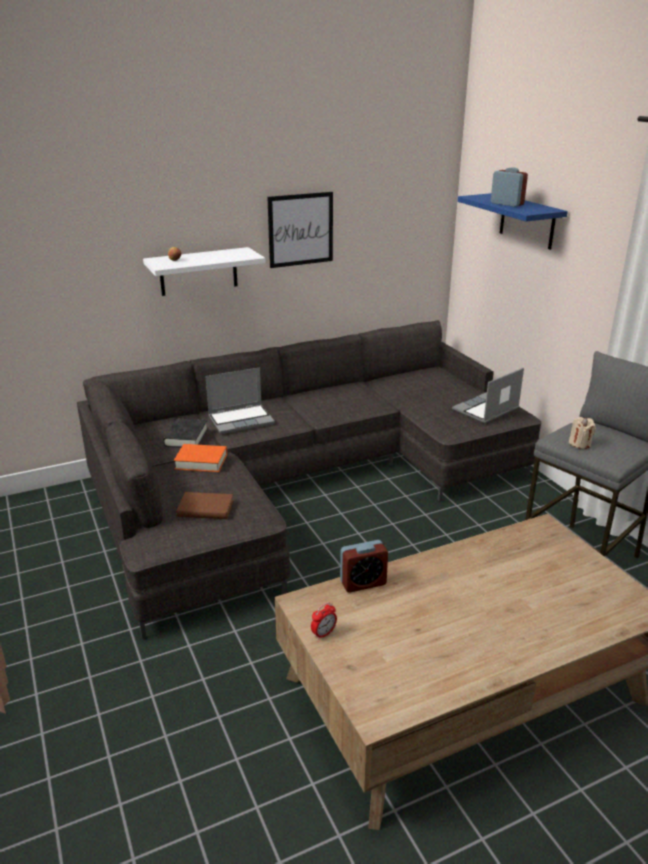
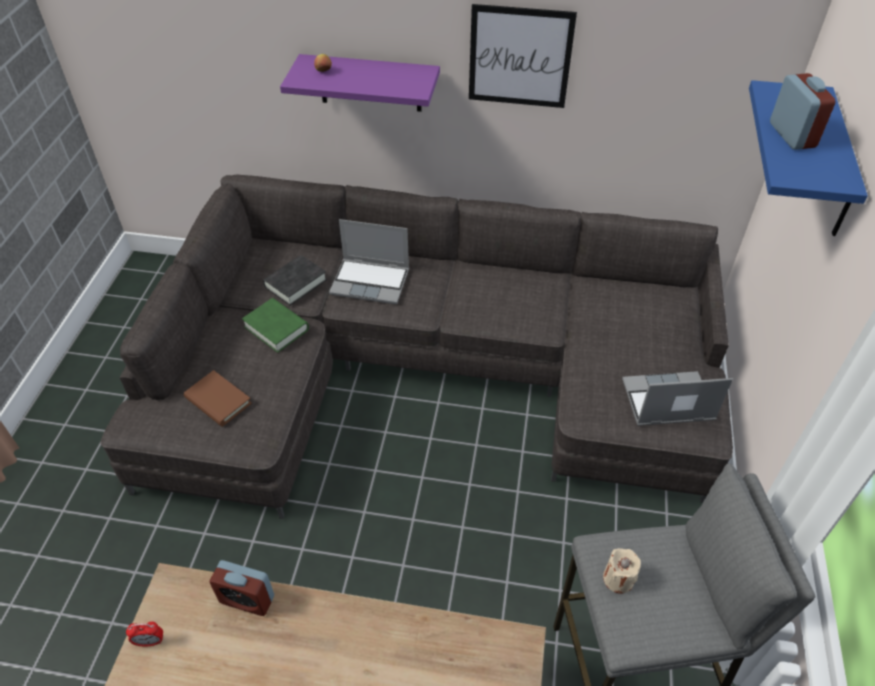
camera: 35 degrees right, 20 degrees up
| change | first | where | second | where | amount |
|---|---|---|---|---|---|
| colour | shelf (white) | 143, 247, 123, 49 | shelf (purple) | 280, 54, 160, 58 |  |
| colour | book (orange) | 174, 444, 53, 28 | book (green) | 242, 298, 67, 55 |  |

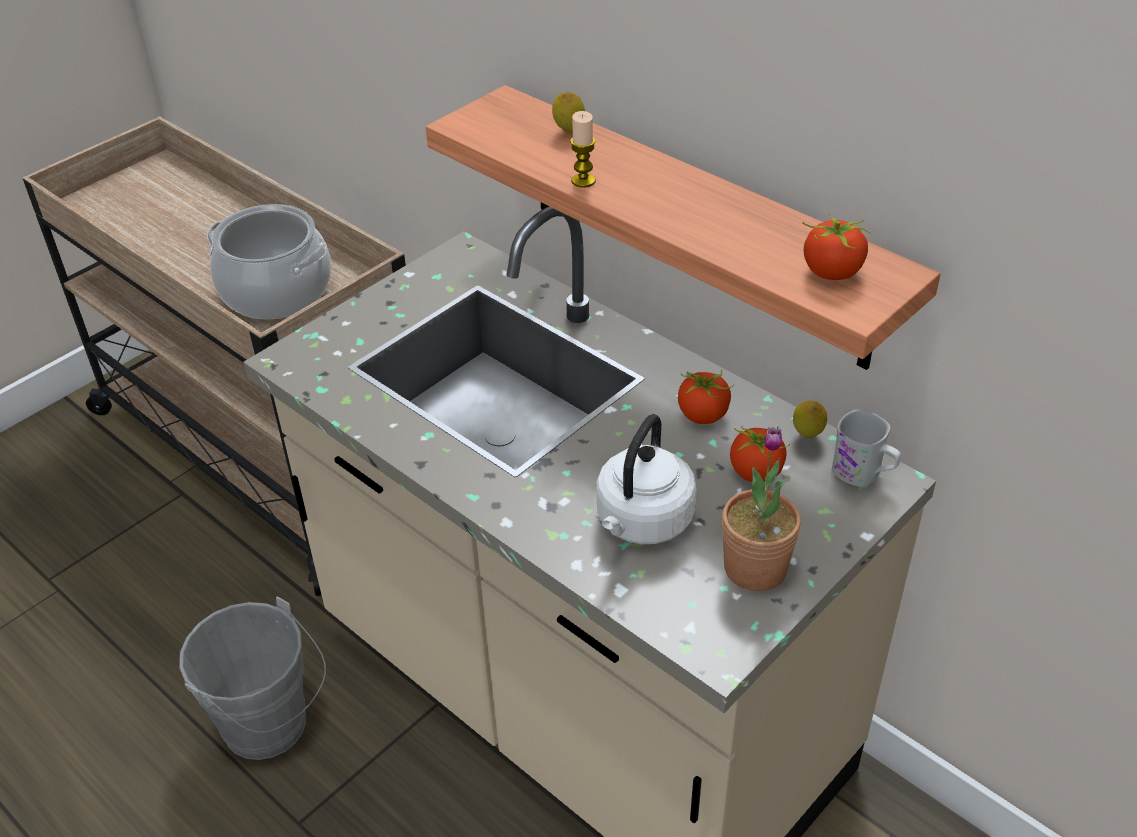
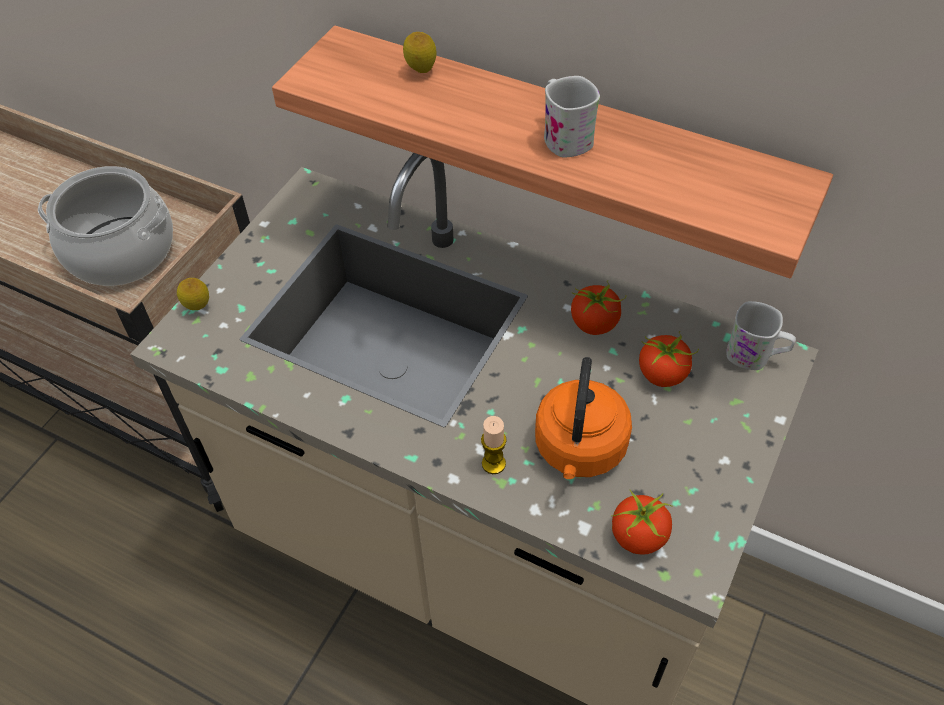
camera: 15 degrees left, 10 degrees up
| change | first | where | second | where | amount |
|---|---|---|---|---|---|
| relocated | candle | 570, 111, 26, 77 |  | 481, 416, 26, 58 |  |
| relocated | tomato | 803, 213, 68, 67 |  | 611, 490, 62, 64 |  |
| relocated | lemon | 793, 400, 34, 38 |  | 177, 278, 32, 32 |  |
| colour | kettle (white) | 597, 414, 100, 130 | kettle (orange) | 535, 357, 97, 122 |  |
| missing | potted plant | 722, 427, 79, 164 |  |  |  |
| missing | bucket (grey) | 179, 596, 147, 164 |  |  |  |
| appeared |  |  | mug (white) | 544, 76, 56, 81 |  |

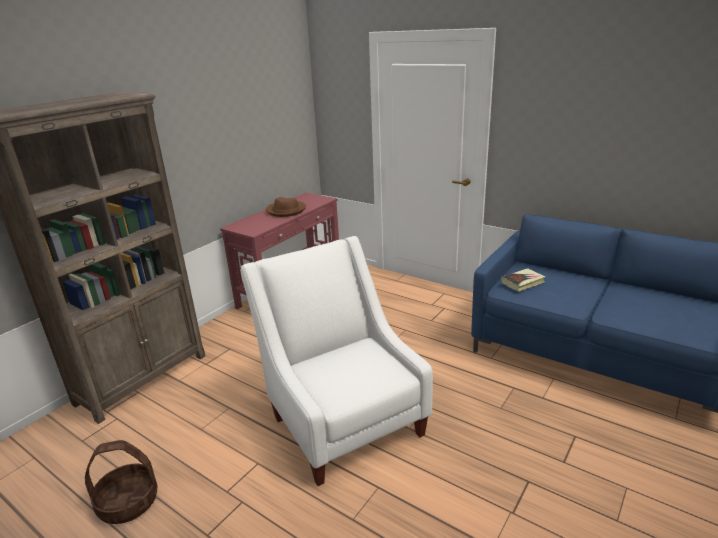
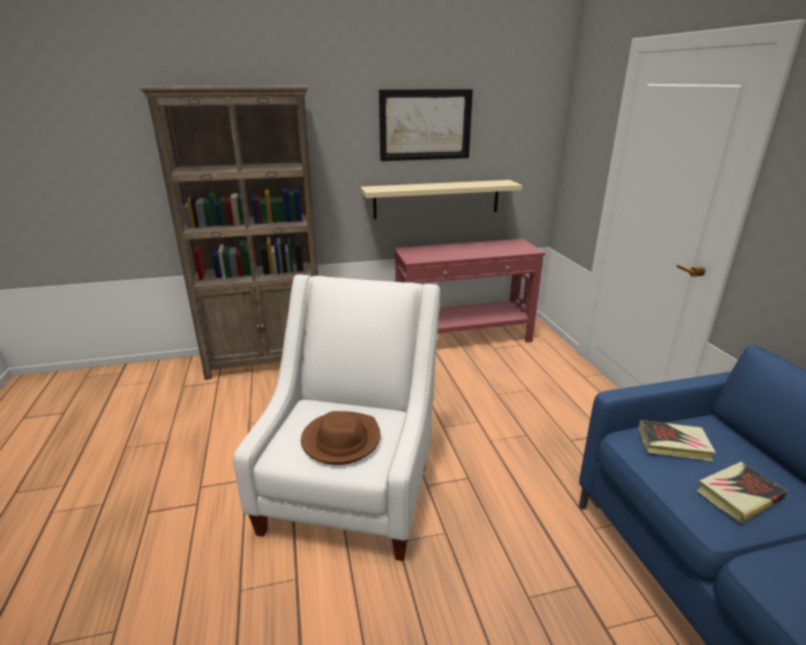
camera: 40 degrees right, 0 degrees up
| change | first | where | second | where | amount |
|---|---|---|---|---|---|
| relocated | hat (brown) | 266, 197, 40, 20 |  | 301, 411, 80, 54 |  |
| missing | basket | 85, 440, 72, 84 |  |  |  |
| appeared |  |  | picture | 379, 89, 94, 72 |  |
| appeared |  |  | shelf (beige) | 361, 180, 161, 39 |  |
| appeared |  |  | book | 696, 462, 92, 62 |  |

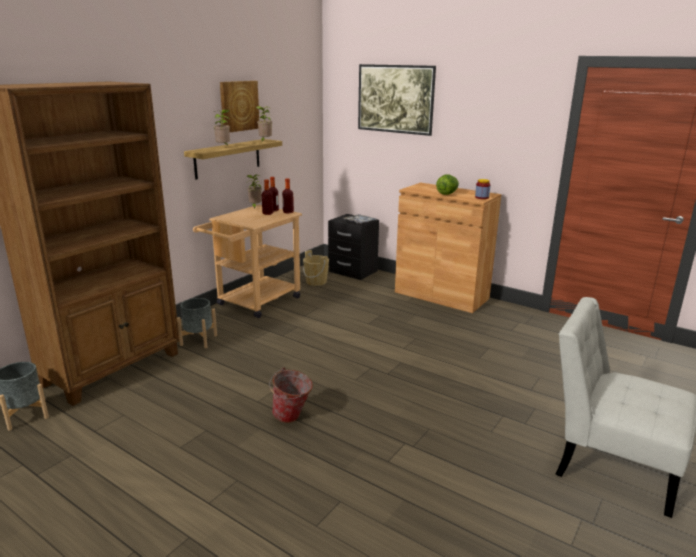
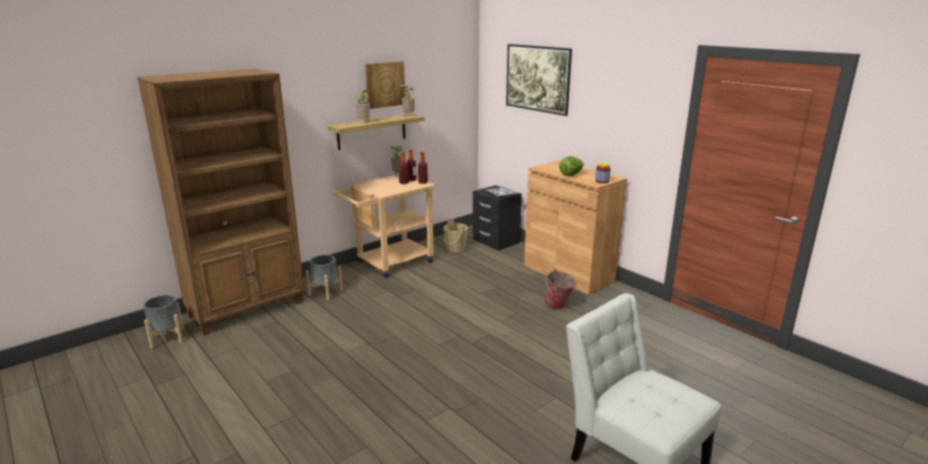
camera: 15 degrees right, 0 degrees up
| change | first | where | second | where | amount |
|---|---|---|---|---|---|
| relocated | bucket | 269, 367, 44, 56 |  | 544, 269, 32, 40 |  |

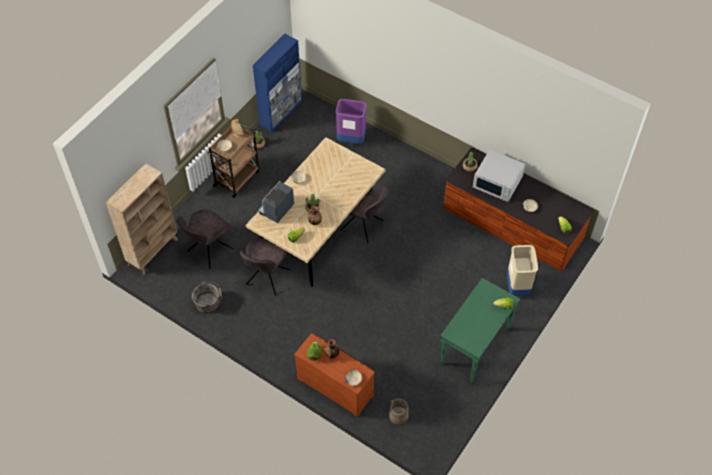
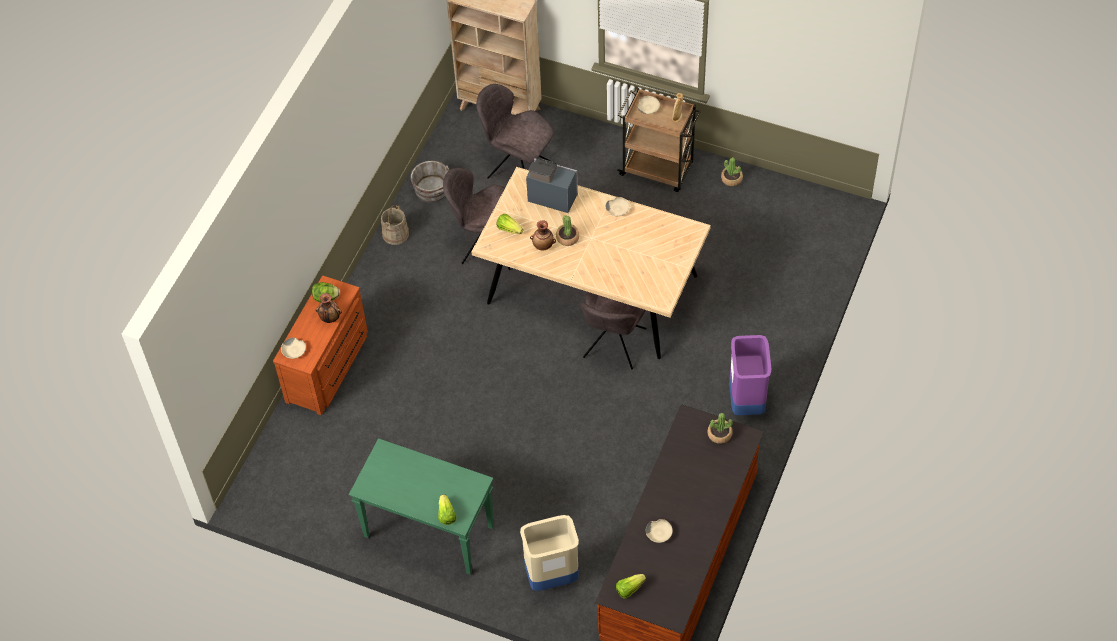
camera: 80 degrees right, 0 degrees up
| change | first | where | second | where | amount |
|---|---|---|---|---|---|
| missing | cabinet (blue) | 253, 34, 49, 98 |  |  |  |
| relocated | trash can (purple) | 336, 99, 31, 45 |  | 729, 335, 42, 80 |  |
| missing | microwave (white) | 473, 150, 52, 52 |  |  |  |
| relocated | bucket (beige) | 389, 399, 20, 26 |  | 381, 205, 28, 40 |  |

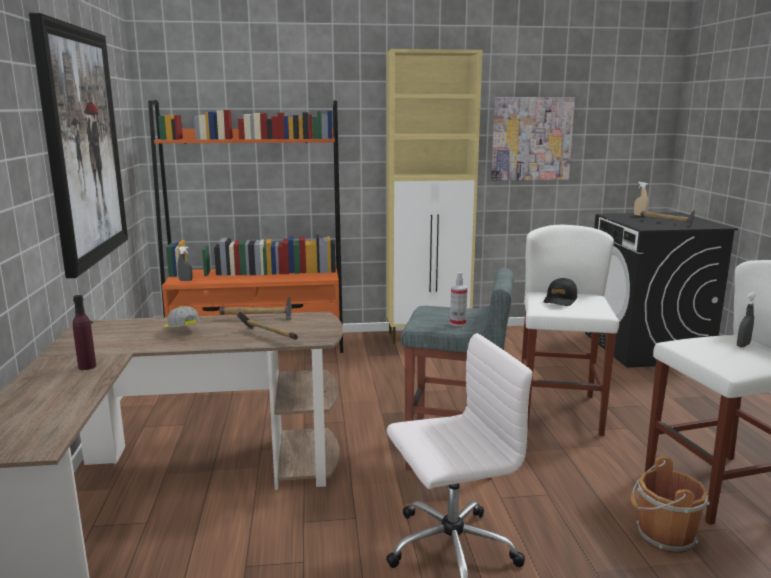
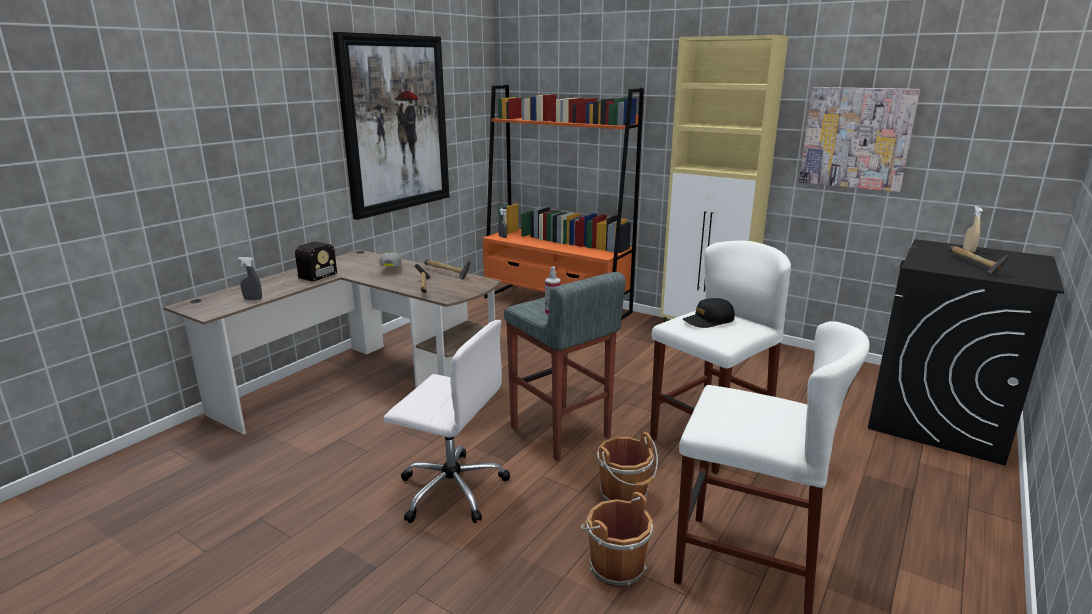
camera: 40 degrees right, 5 degrees up
| change | first | where | second | where | amount |
|---|---|---|---|---|---|
| relocated | spray bottle (grey) | 737, 292, 19, 56 |  | 238, 257, 24, 43 |  |
| exchanged | bottle (purple) | 73, 295, 23, 75 | radio | 280, 241, 57, 46 |  |
| appeared |  |  | bucket (brown) | 597, 432, 61, 69 |  |

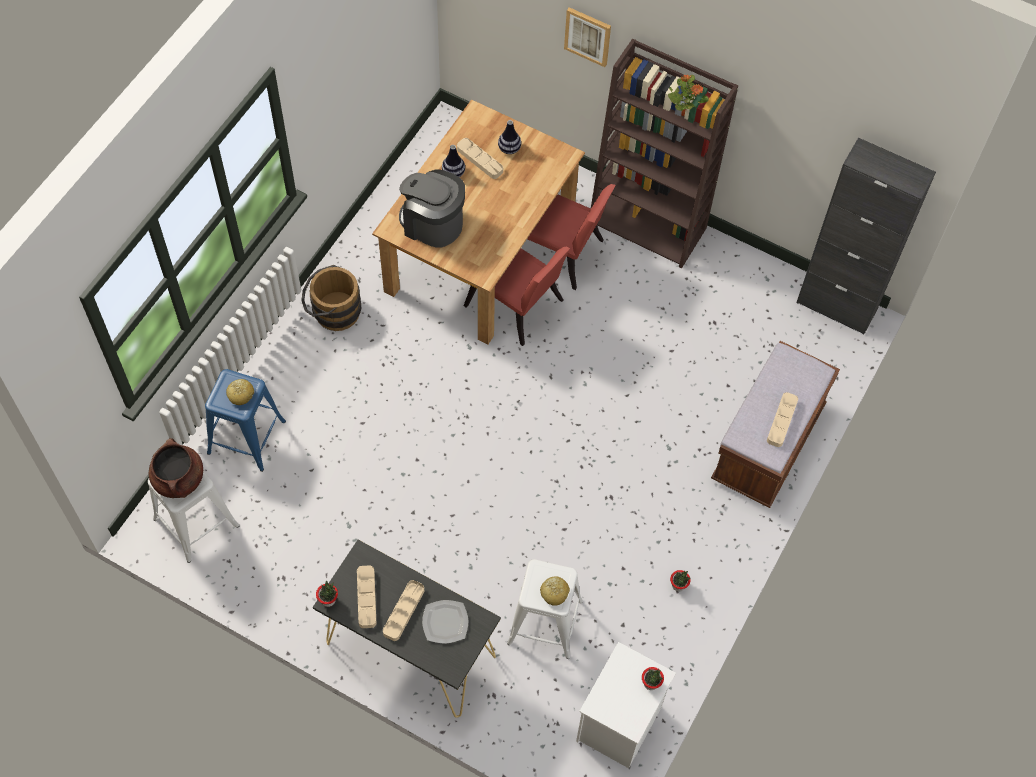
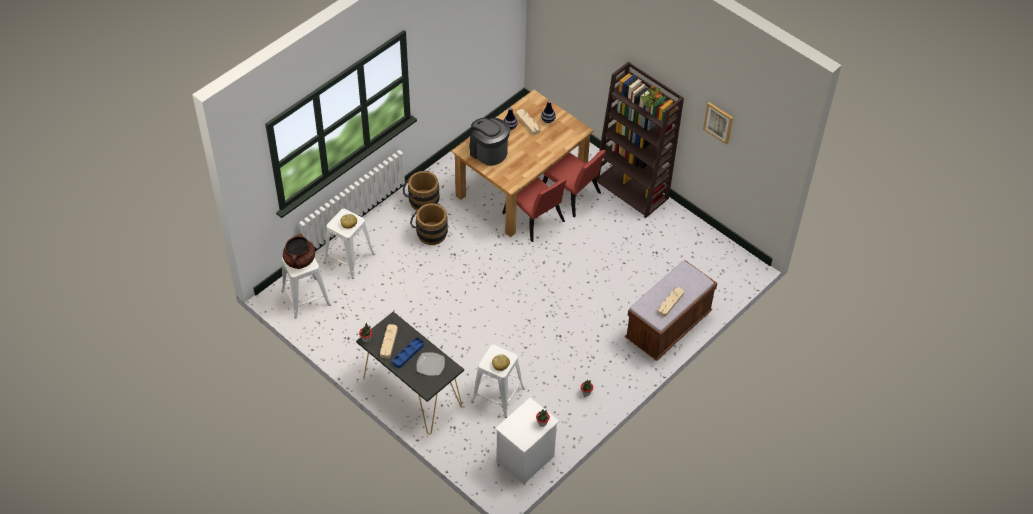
camera: 15 degrees right, 10 degrees down
| change | first | where | second | where | amount |
|---|---|---|---|---|---|
| relocated | picture | 564, 7, 47, 60 |  | 703, 102, 30, 43 |  |
| missing | cabinet (black) | 796, 138, 140, 197 |  |  |  |
| colour | stool (blue) | 205, 369, 81, 103 | stool (white) | 323, 209, 52, 70 |  |
| colour | tray (beige) | 383, 580, 41, 61 | tray (blue) | 392, 338, 32, 30 |  |
| appeared |  |  | bucket (brown) | 410, 203, 38, 42 |  |

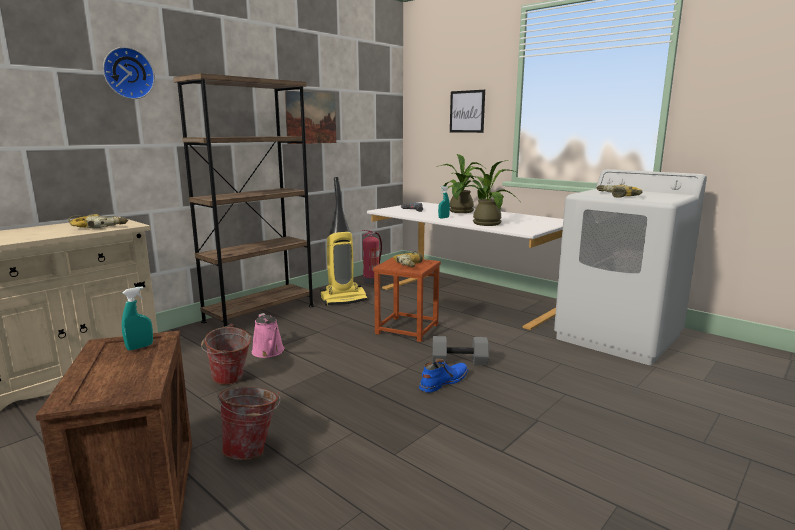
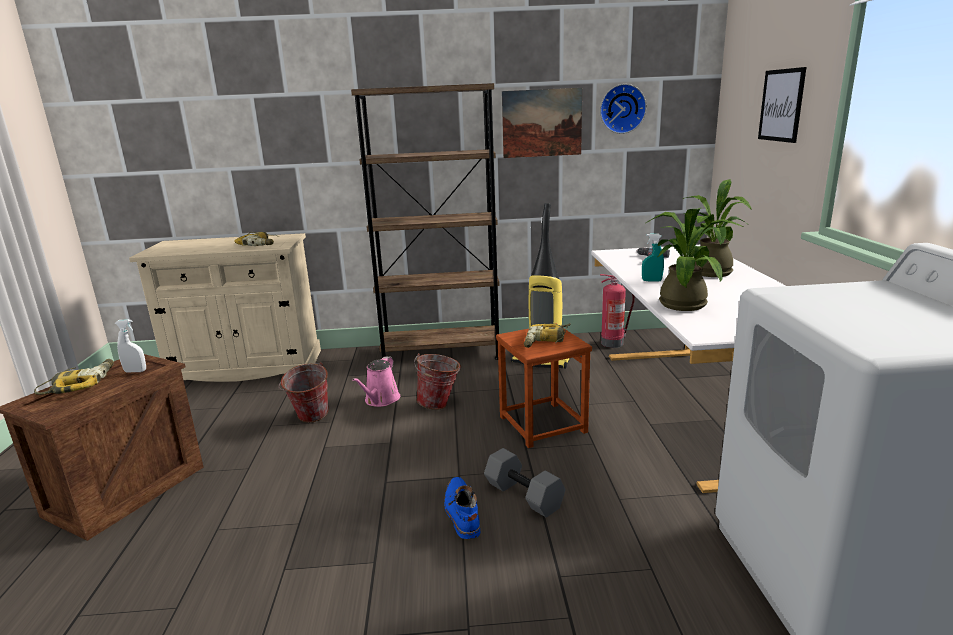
camera: 45 degrees right, 5 degrees up
| change | first | where | second | where | amount |
|---|---|---|---|---|---|
| relocated | wall clock | 103, 47, 52, 52 |  | 600, 84, 47, 50 |  |
| relocated | power drill | 596, 185, 47, 13 |  | 34, 359, 80, 36 |  |
| colour | spray bottle (turquoise) | 122, 286, 31, 65 | spray bottle (white) | 115, 319, 31, 53 |  |
| spun | boot (blue) | 419, 359, 49, 34 |  | 444, 477, 36, 62 | 105 degrees counterclockwise |
| relocated | bucket | 217, 387, 64, 73 |  | 414, 353, 47, 57 |  |

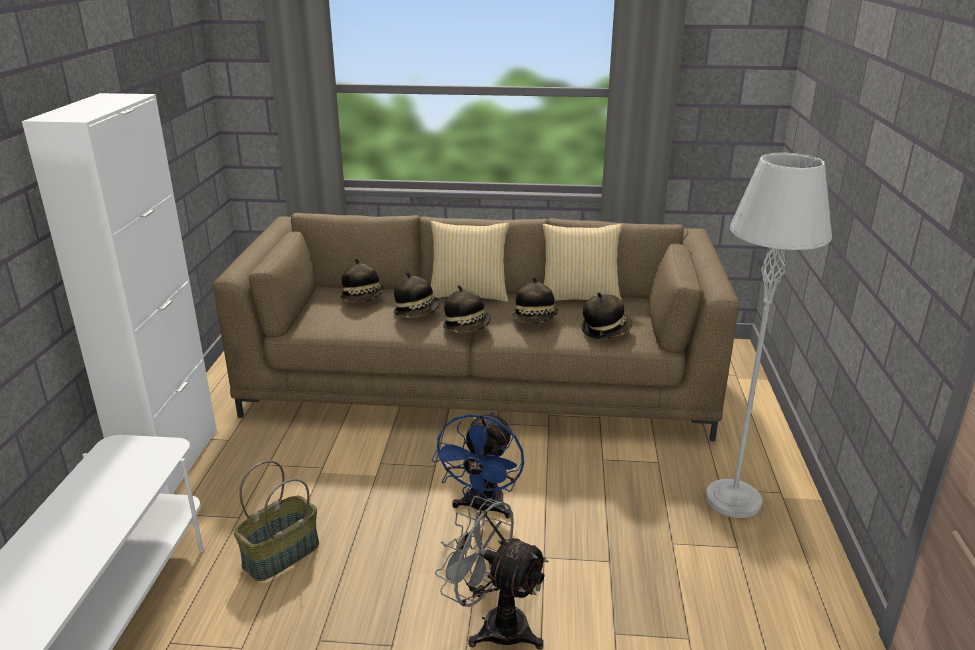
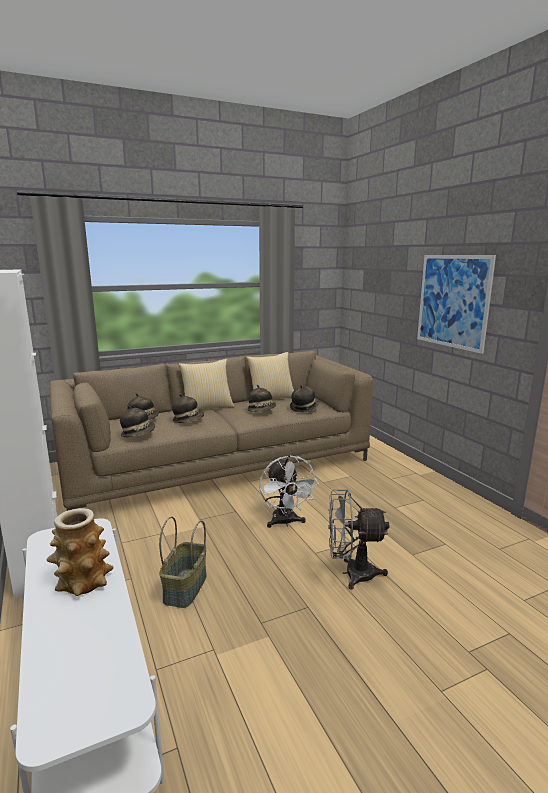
camera: 30 degrees left, 10 degrees down
| change | first | where | second | where | amount |
|---|---|---|---|---|---|
| missing | floor lamp (grey) | 706, 153, 126, 365 |  |  |  |
| relocated | hat | 443, 285, 48, 48 |  | 120, 405, 35, 32 |  |
| colour | fan (blue) | 431, 411, 93, 107 | fan (white) | 259, 455, 60, 73 |  |
| appeared |  |  | picture | 417, 255, 79, 99 |  |
| appeared |  |  | vase | 47, 508, 67, 88 |  |

